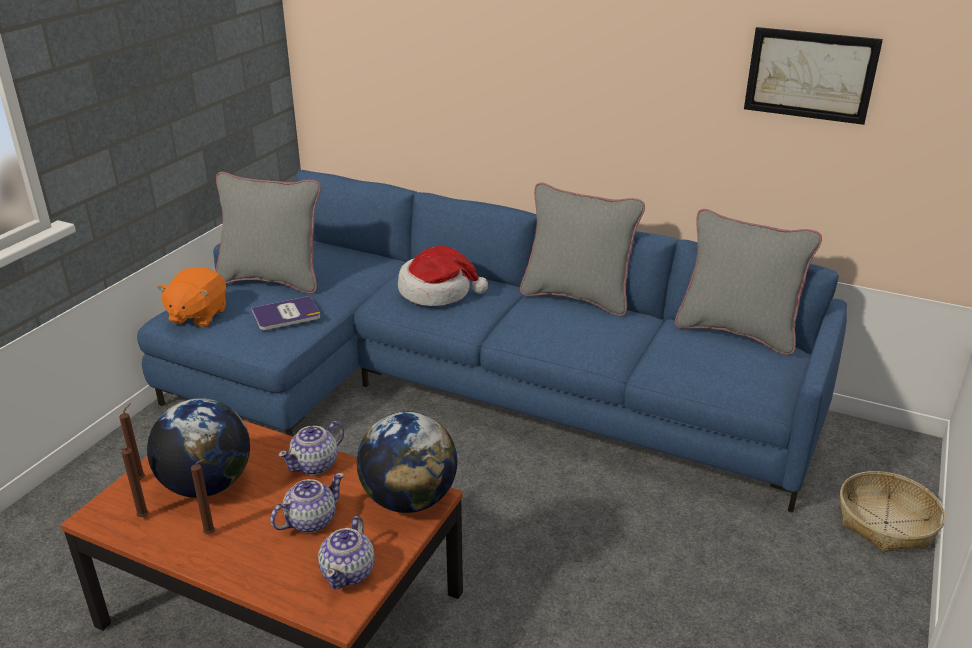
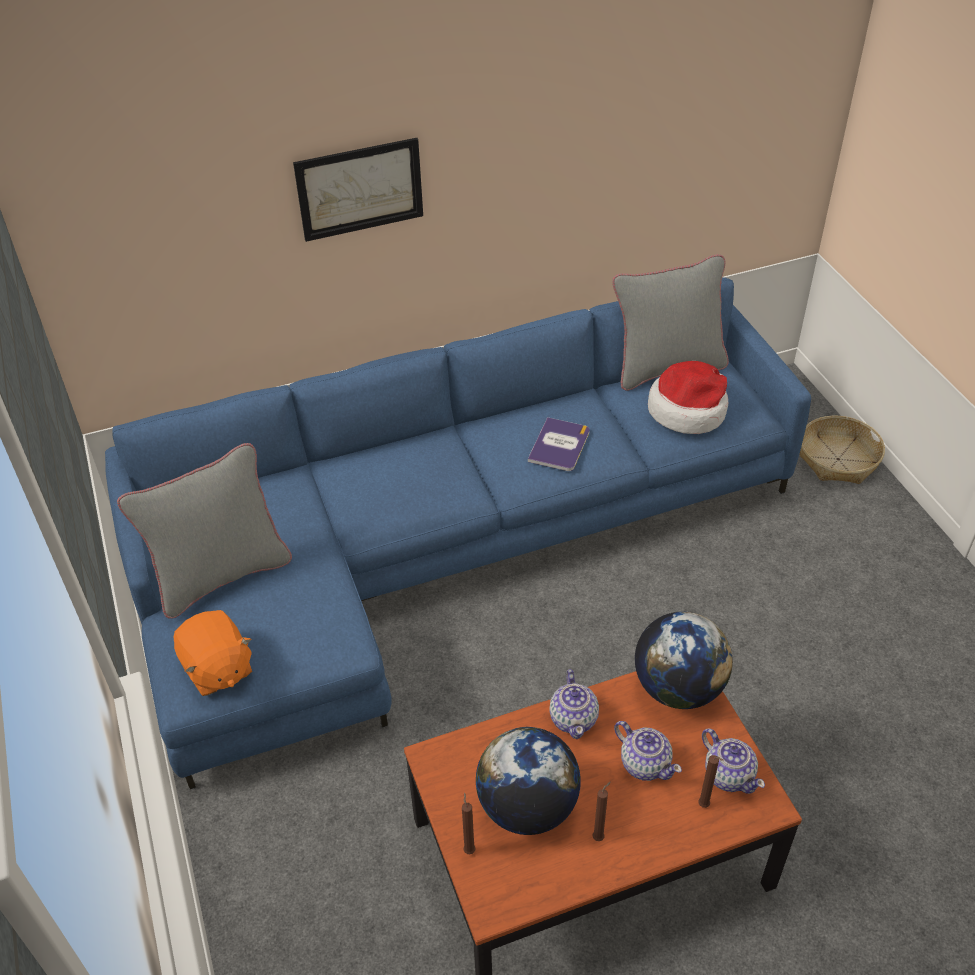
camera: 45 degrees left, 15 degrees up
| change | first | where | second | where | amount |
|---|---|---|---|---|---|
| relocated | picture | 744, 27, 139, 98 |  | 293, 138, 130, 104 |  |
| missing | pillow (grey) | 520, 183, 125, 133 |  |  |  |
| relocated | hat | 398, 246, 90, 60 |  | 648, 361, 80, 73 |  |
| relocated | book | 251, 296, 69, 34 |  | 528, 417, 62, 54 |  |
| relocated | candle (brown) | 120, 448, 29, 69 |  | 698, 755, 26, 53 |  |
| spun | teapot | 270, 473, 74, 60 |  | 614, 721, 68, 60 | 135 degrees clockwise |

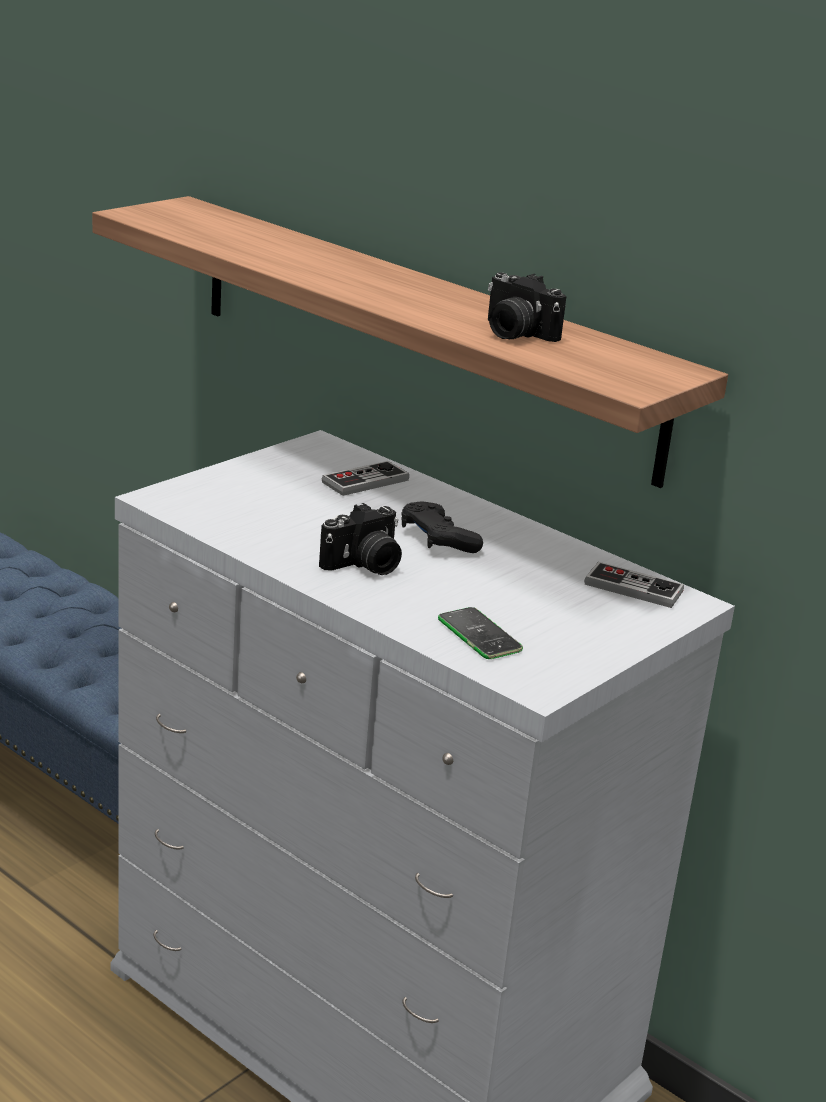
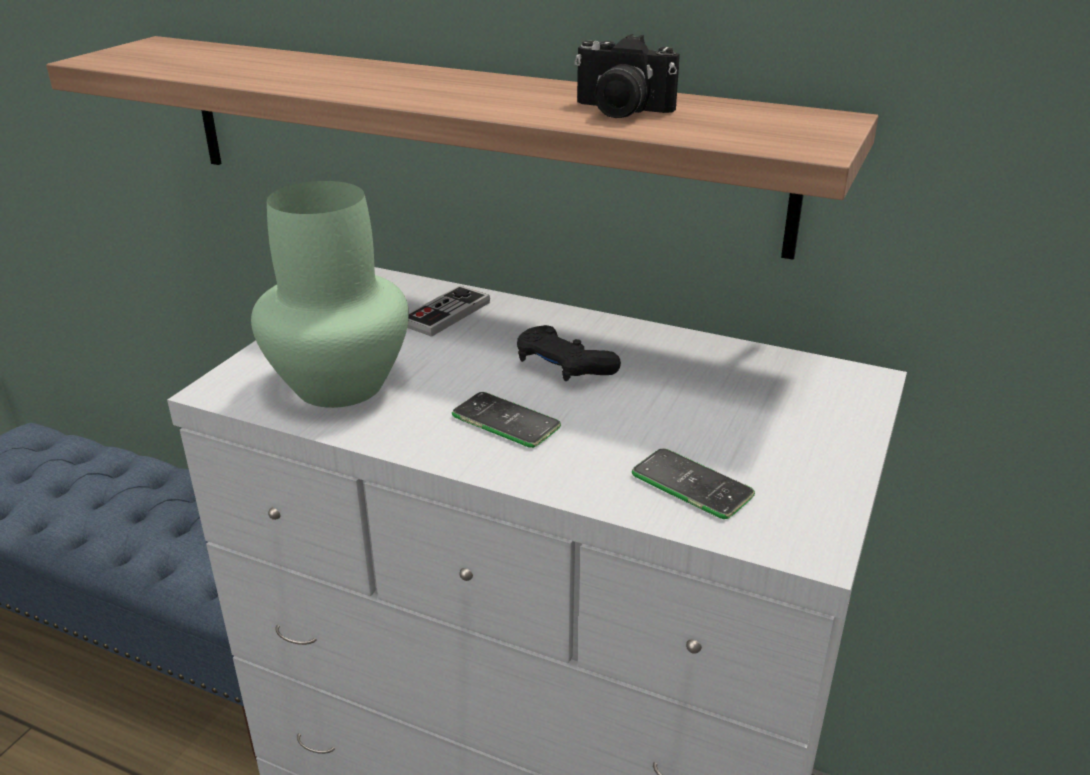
camera: 15 degrees left, 5 degrees up
| change | first | where | second | where | amount |
|---|---|---|---|---|---|
| exchanged | photo camera | 319, 503, 83, 72 | phone | 452, 392, 109, 56 |  |
| missing | game controller | 584, 562, 100, 46 |  |  |  |
| appeared |  |  | vase (green) | 251, 181, 158, 227 |  |

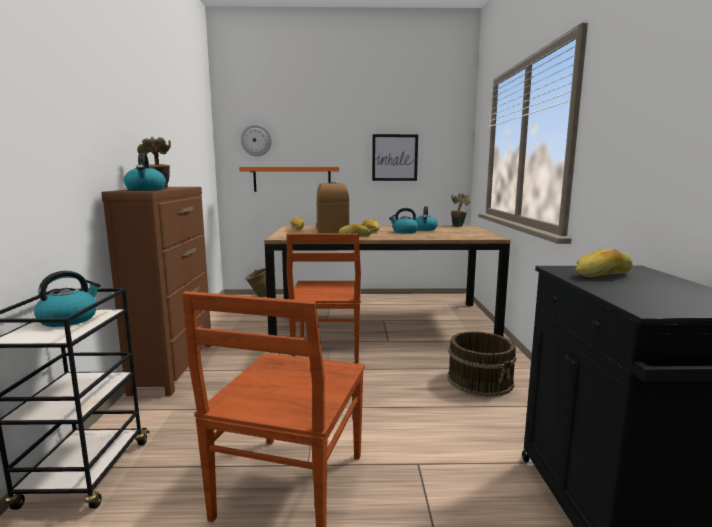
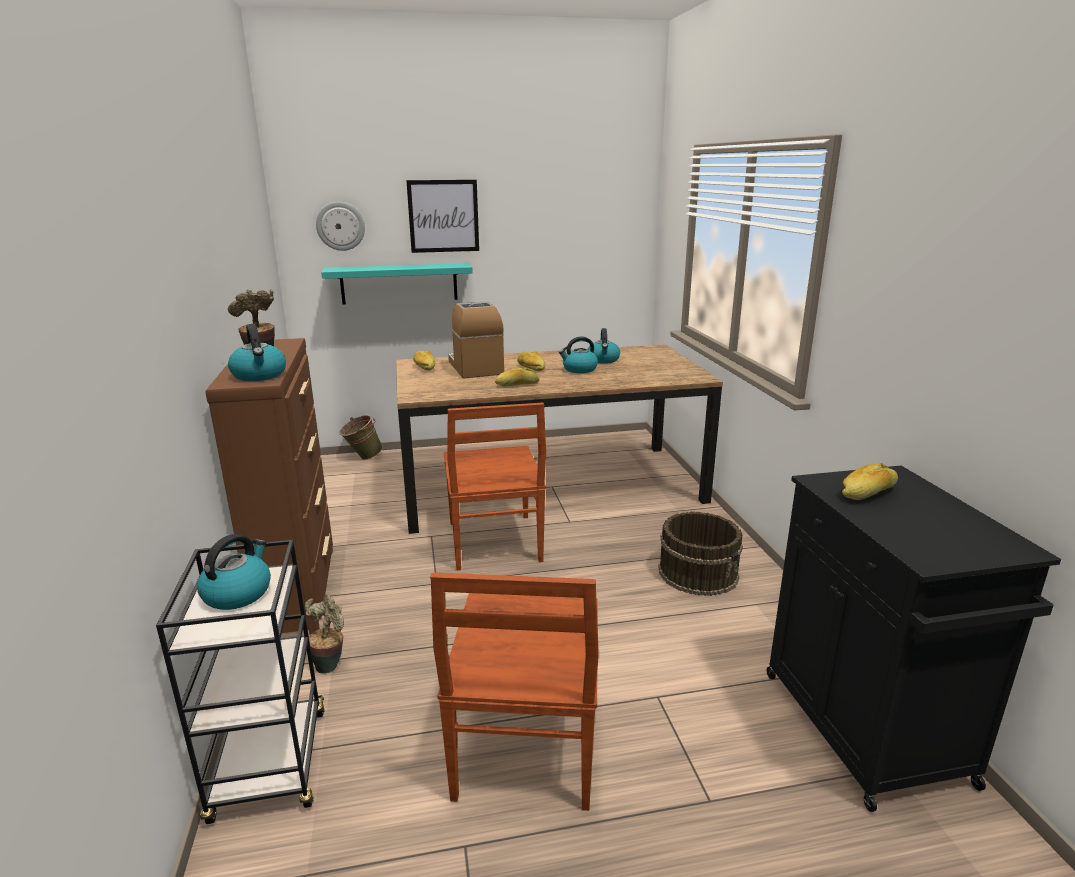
camera: 10 degrees left, 10 degrees up
| change | first | where | second | where | amount |
|---|---|---|---|---|---|
| relocated | picture | 372, 134, 46, 47 |  | 406, 180, 73, 73 |  |
| colour | shelf (orange) | 239, 167, 100, 25 | shelf (turquoise) | 321, 263, 152, 41 |  |
| relocated | potted plant | 451, 193, 19, 34 |  | 305, 594, 39, 79 |  |

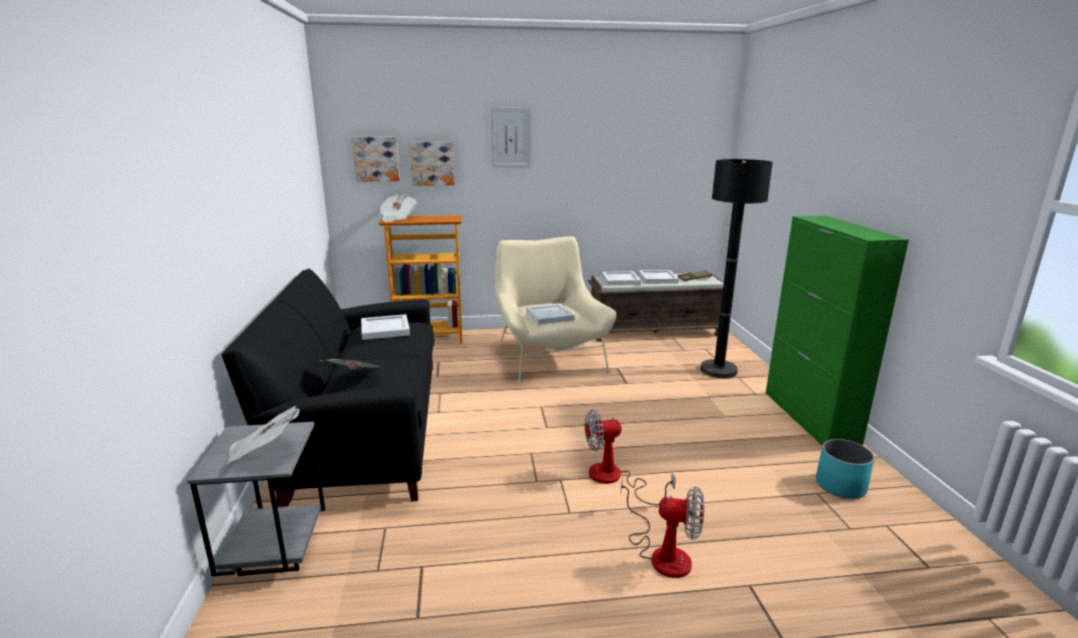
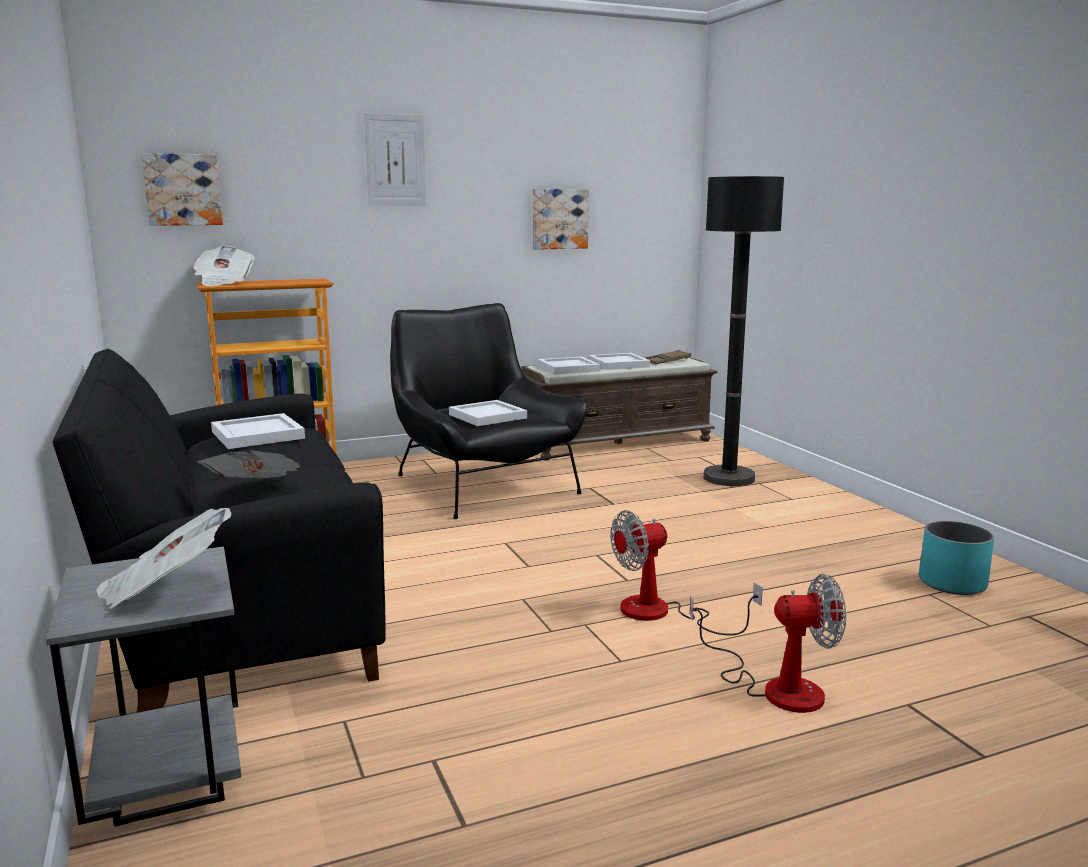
camera: 15 degrees left, 5 degrees down
| change | first | where | second | where | amount |
|---|---|---|---|---|---|
| relocated | picture | 409, 142, 46, 44 |  | 533, 189, 56, 61 |  |
| missing | cabinet (green) | 766, 216, 143, 230 |  |  |  |
| colour | armchair (beige) | 495, 236, 121, 147 | armchair (black) | 390, 303, 197, 216 |  |

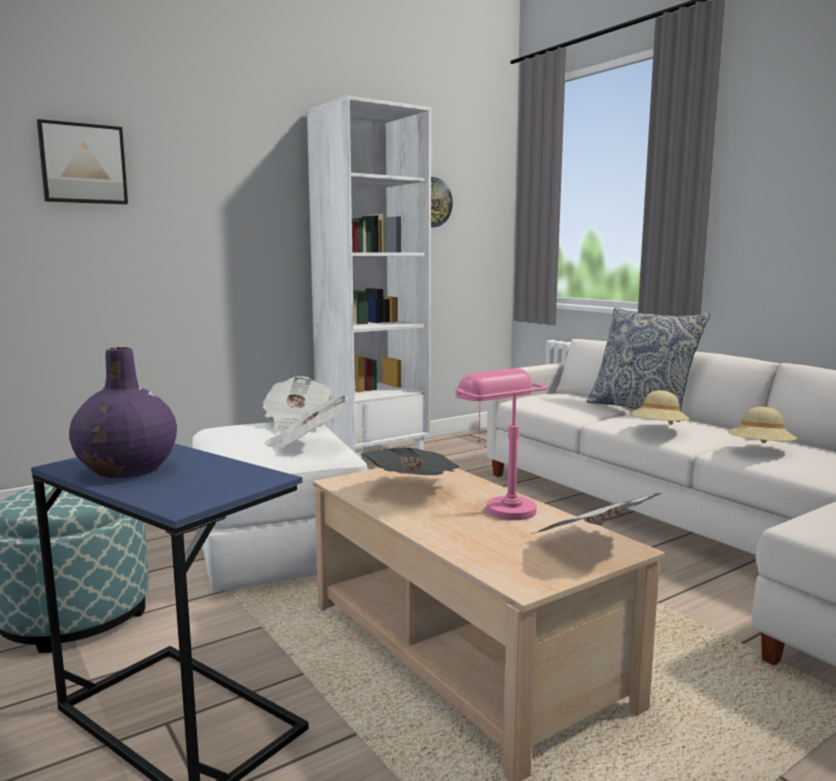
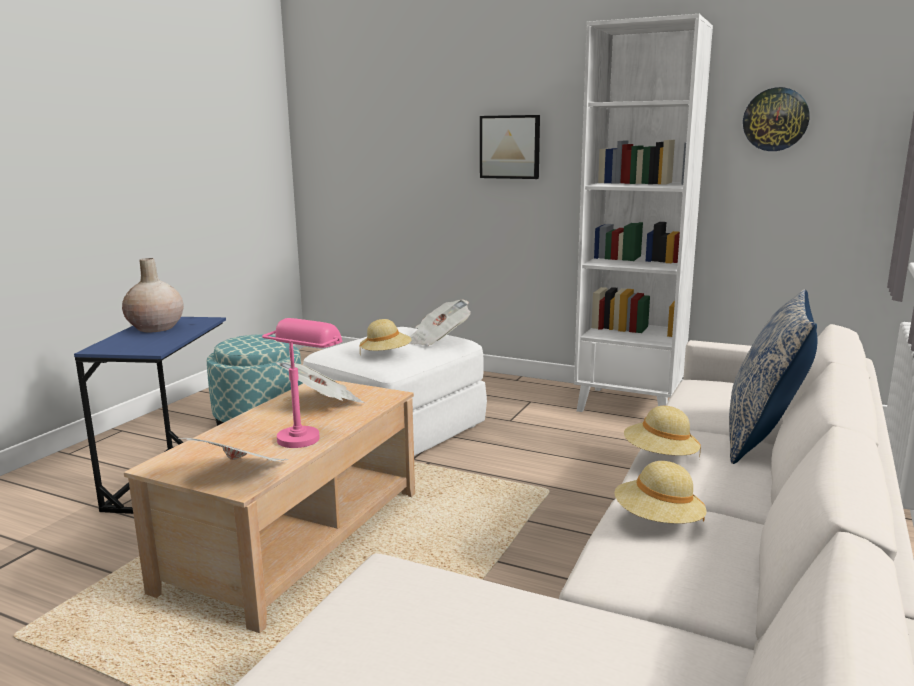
camera: 60 degrees right, 5 degrees up
| change | first | where | second | where | amount |
|---|---|---|---|---|---|
| relocated | picture | 37, 119, 91, 85 |  | 480, 115, 60, 64 |  |
| colour | vase (purple) | 69, 347, 108, 131 | vase (beige) | 122, 258, 62, 74 |  |
| exchanged | newspaper | 264, 395, 86, 55 | hat (beige) | 360, 319, 51, 32 |  |

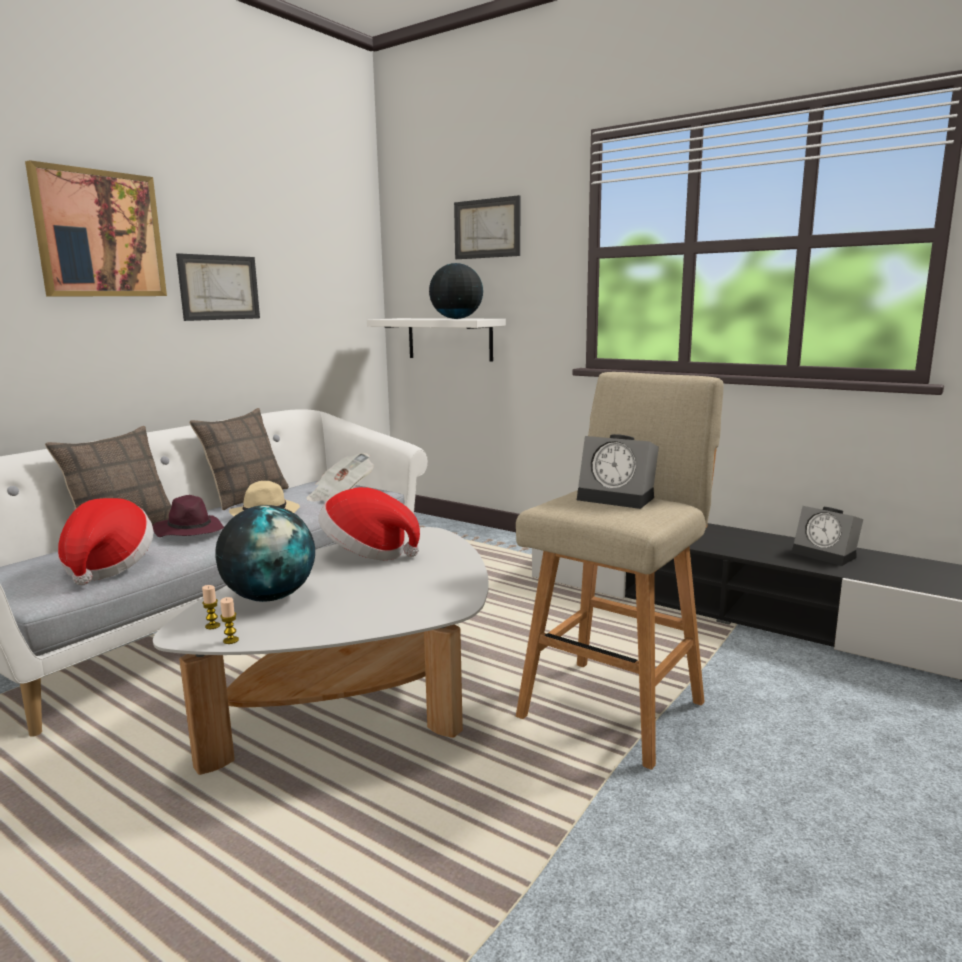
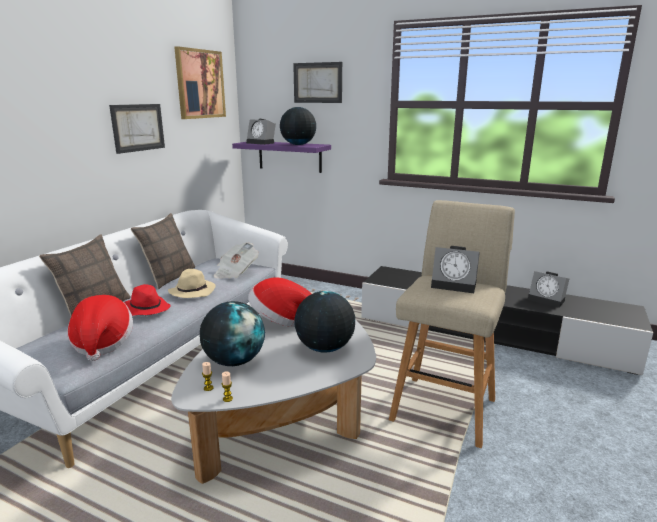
camera: 10 degrees left, 5 degrees up
| change | first | where | second | where | amount |
|---|---|---|---|---|---|
| relocated | picture | 25, 160, 142, 137 |  | 174, 46, 52, 73 |  |
| colour | shelf (white) | 367, 318, 139, 43 | shelf (purple) | 232, 142, 99, 31 |  |
| colour | hat (purple) | 153, 495, 72, 42 | hat (red) | 124, 284, 47, 32 |  |
| appeared |  |  | alarm clock | 246, 119, 30, 26 |  |
| appeared |  |  | globe | 294, 291, 61, 62 |  |

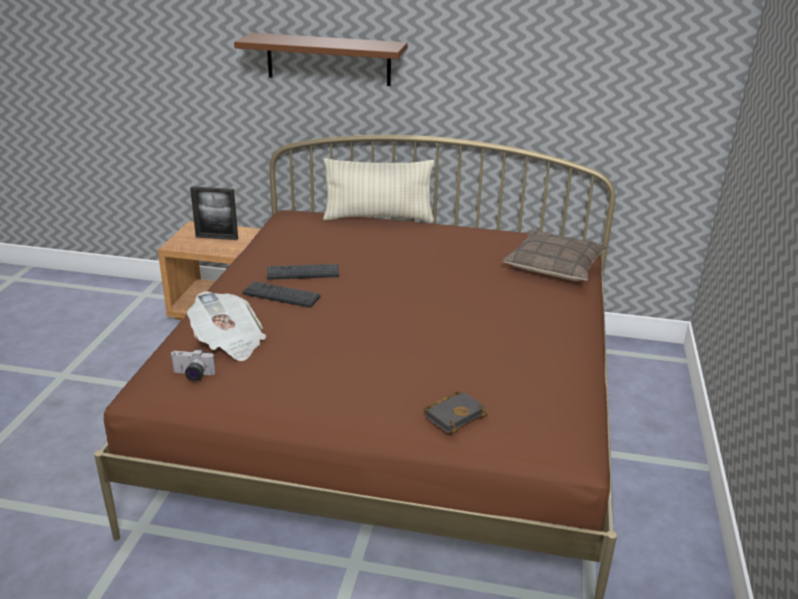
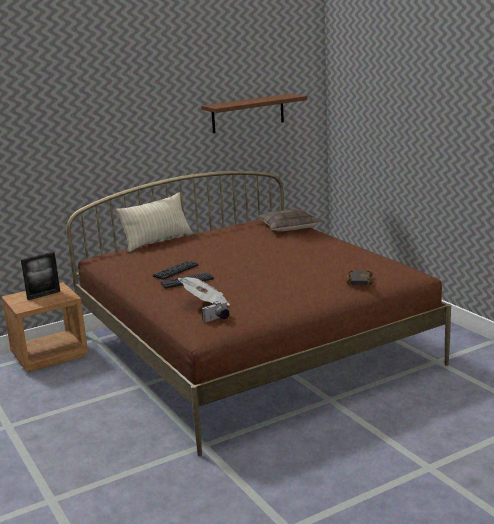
camera: 40 degrees left, 10 degrees down
| change | first | where | second | where | amount |
|---|---|---|---|---|---|
| relocated | shelf (brown) | 234, 33, 174, 53 |  | 202, 94, 105, 39 |  |

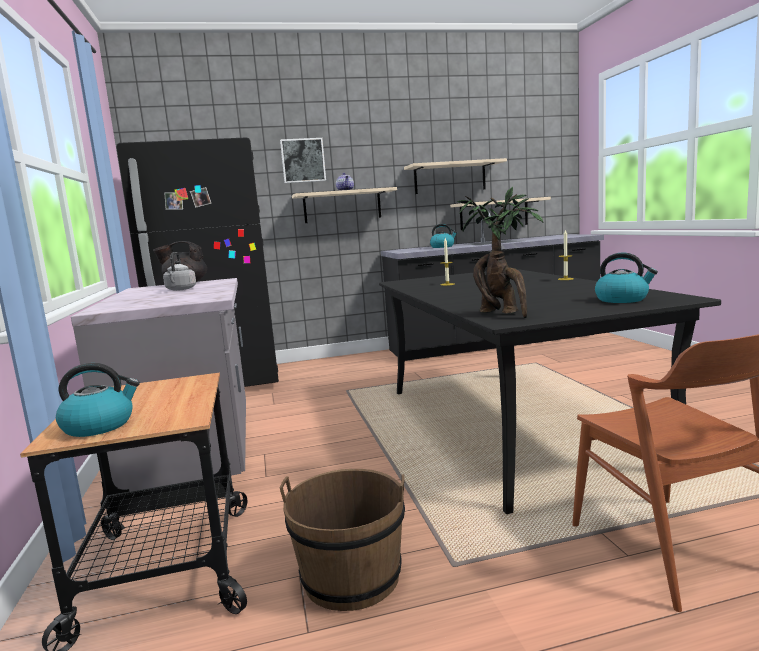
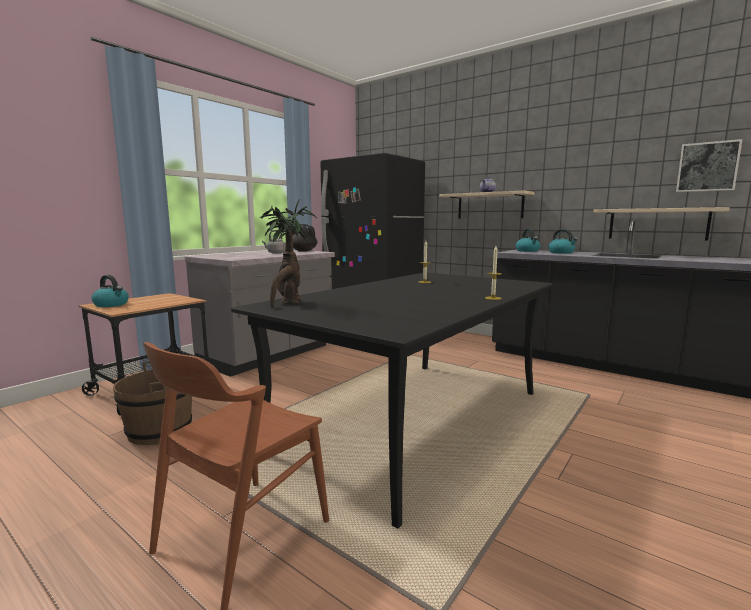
camera: 50 degrees right, 0 degrees up
| change | first | where | second | where | amount |
|---|---|---|---|---|---|
| relocated | picture | 280, 138, 46, 45 |  | 676, 139, 66, 53 |  |
| missing | shelf (beige) | 404, 158, 103, 36 |  |  |  |
| relocated | kettle | 595, 253, 63, 50 |  | 516, 229, 24, 23 |  |

